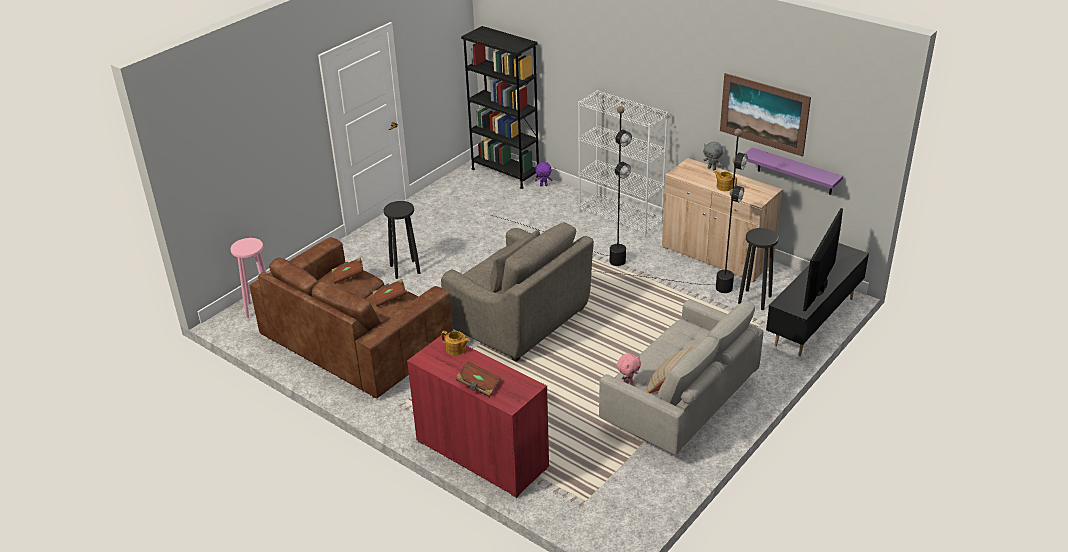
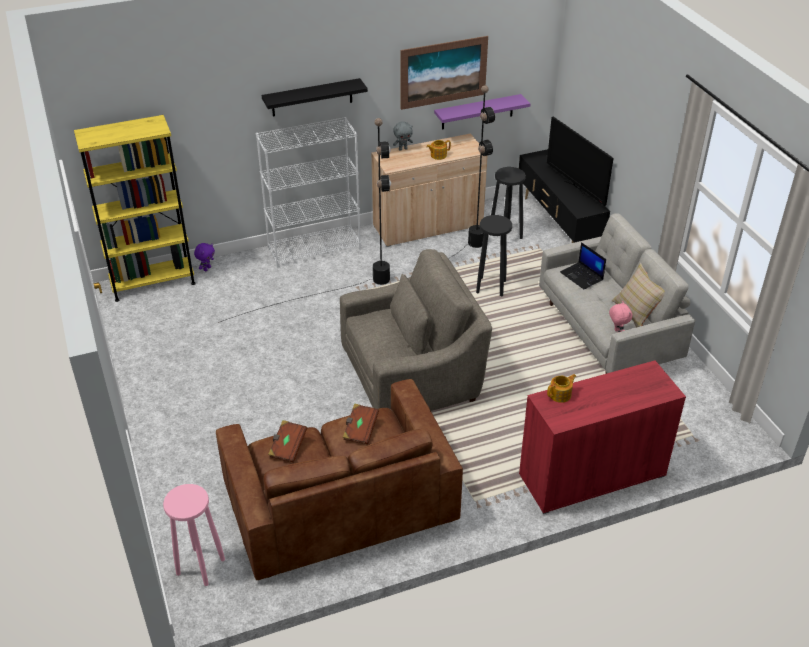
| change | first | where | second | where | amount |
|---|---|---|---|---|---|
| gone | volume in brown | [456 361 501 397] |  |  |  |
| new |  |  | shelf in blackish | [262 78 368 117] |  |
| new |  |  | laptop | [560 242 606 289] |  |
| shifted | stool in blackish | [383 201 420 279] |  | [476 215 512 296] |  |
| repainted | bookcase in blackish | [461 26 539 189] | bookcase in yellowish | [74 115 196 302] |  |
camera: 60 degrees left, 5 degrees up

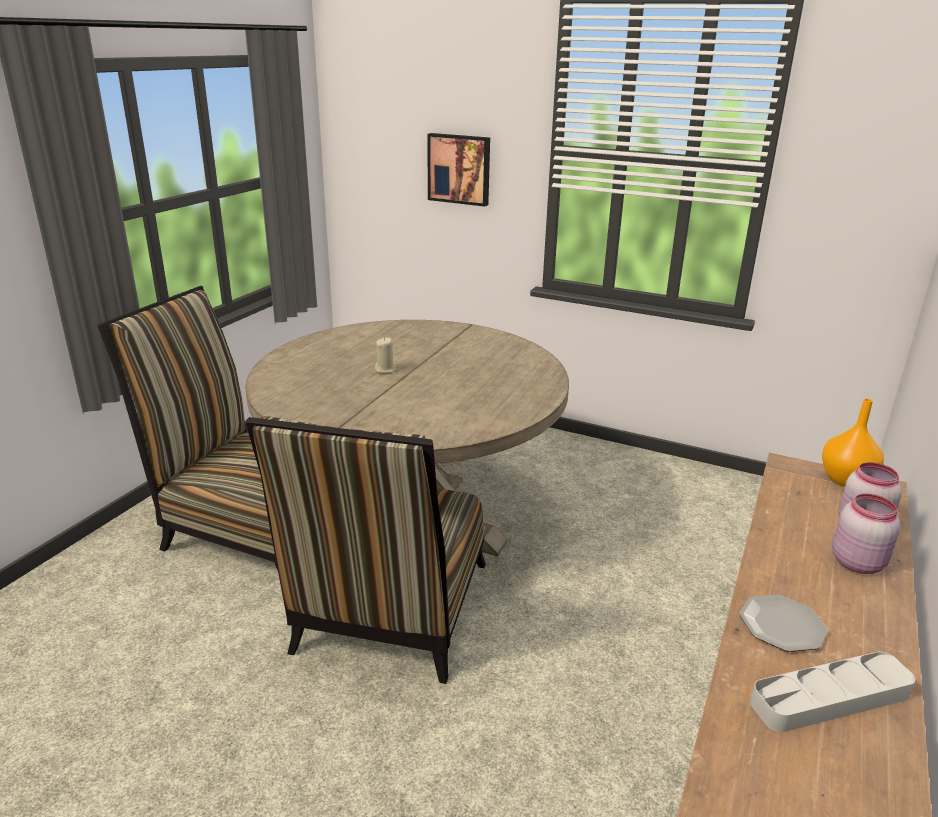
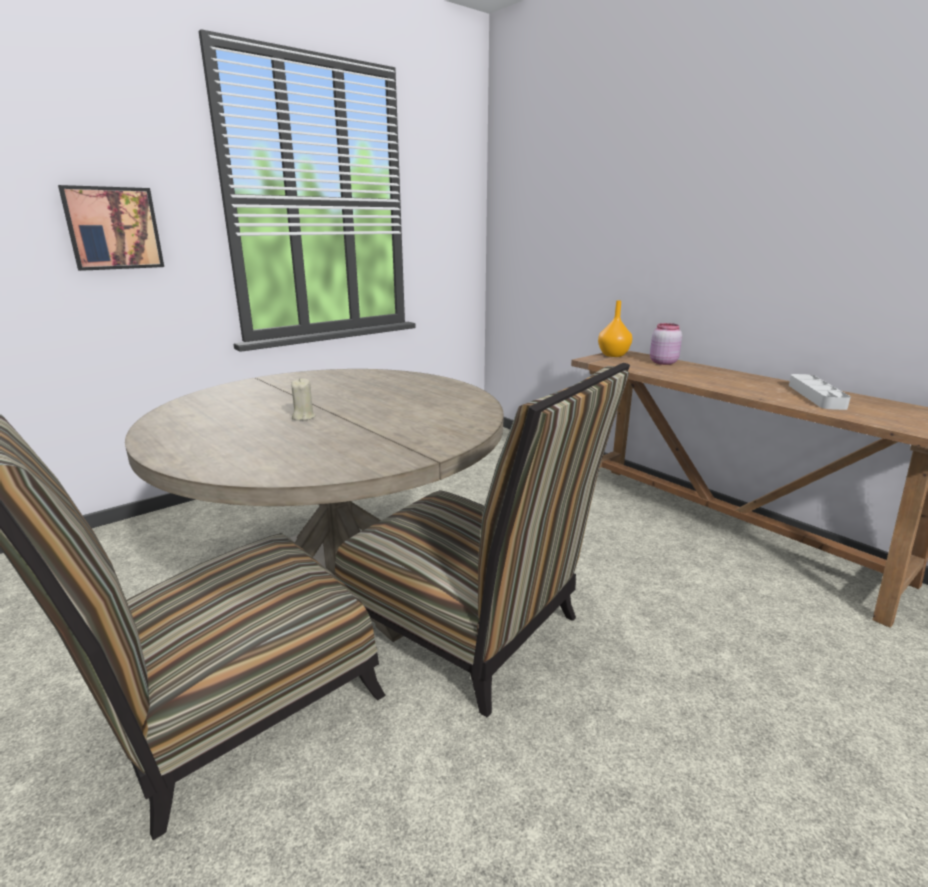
| change | first | where | second | where | amount |
|---|---|---|---|---|---|
| gone | dinner plate | [739 595 828 652] |  |  |  |
| gone | jar in pink-coloured | [832 494 901 574] |  |  |  |
camera: 65 degrees left, 5 degrees down

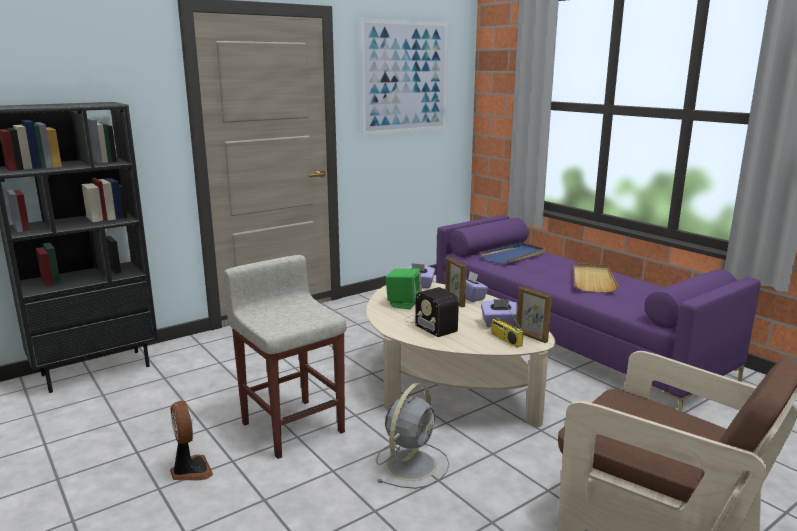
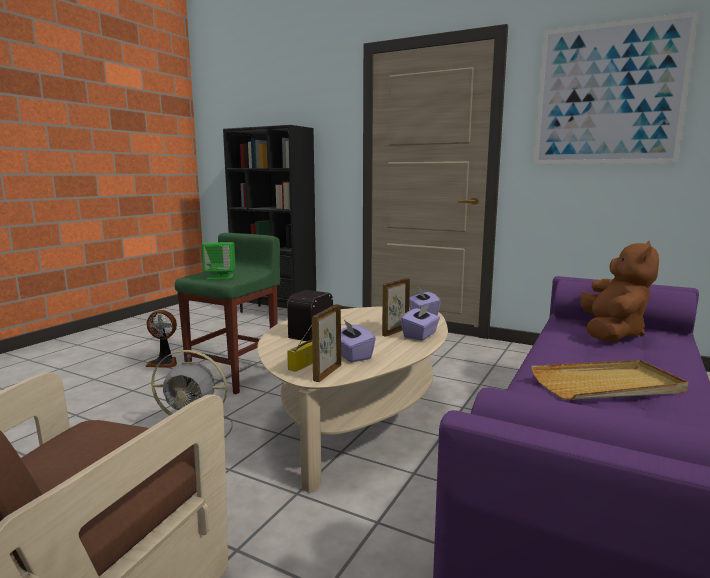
| change | first | where | second | where | amount |
|---|---|---|---|---|---|
| shifted | audio speaker in green-coloured | [386 268 422 309] |  | [202 242 235 280] |  |
| swapped | carrying tray in bluish | [479 242 545 264] | cuddly toy in brown | [580 241 659 342] |  |
| repainted | stool in beige | [223 255 347 459] | stool in green-coloured | [175 233 280 394] |  |
| rotated | cooling fan | [170 401 213 480] |  | [145 310 177 368] | 60 degrees clockwise |
camera: 65 degrees right, 5 degrees down

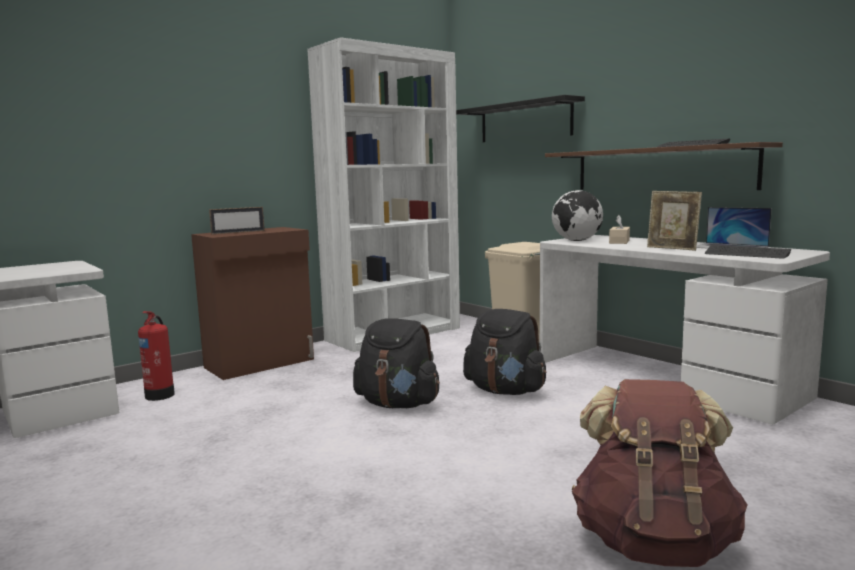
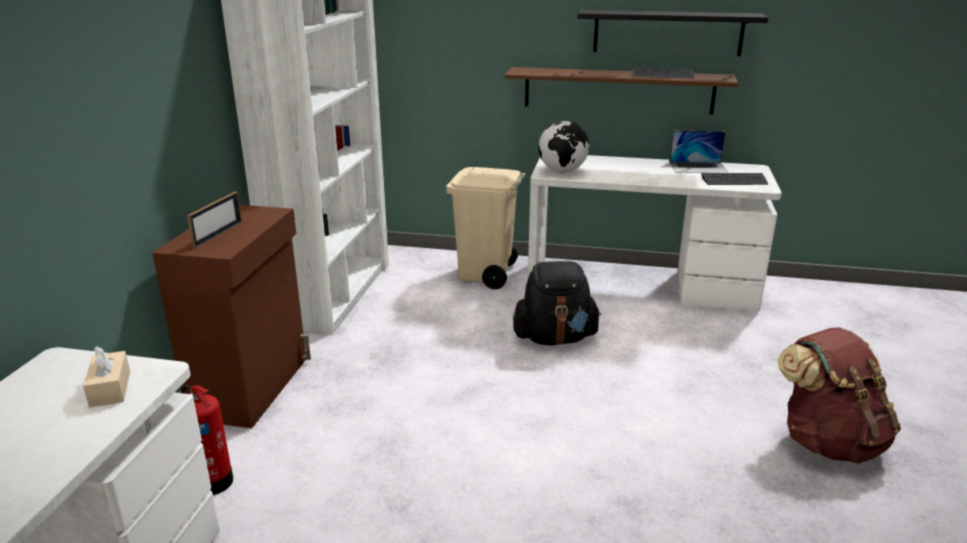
| change | first | where | second | where | amount |
|---|---|---|---|---|---|
| gone | knapsack in blackish | [353 318 440 408] |  |  |  |
| gone | picture frame | [647 191 702 251] |  |  |  |
| shifted | shelf in blackish | [456 95 585 142] |  | [578 10 768 56] |  |
| shifted | box of tissues in beige | [609 215 630 244] |  | [83 346 130 408] |  |
camera: 40 degrees left, 15 degrees up

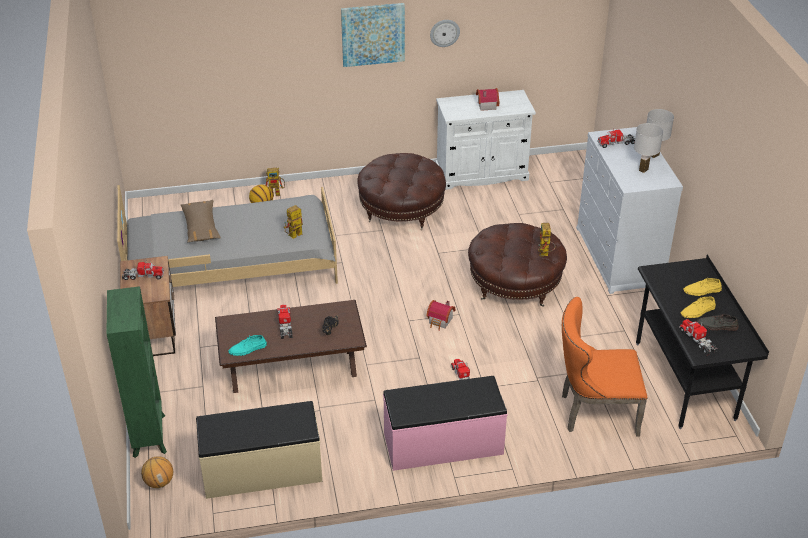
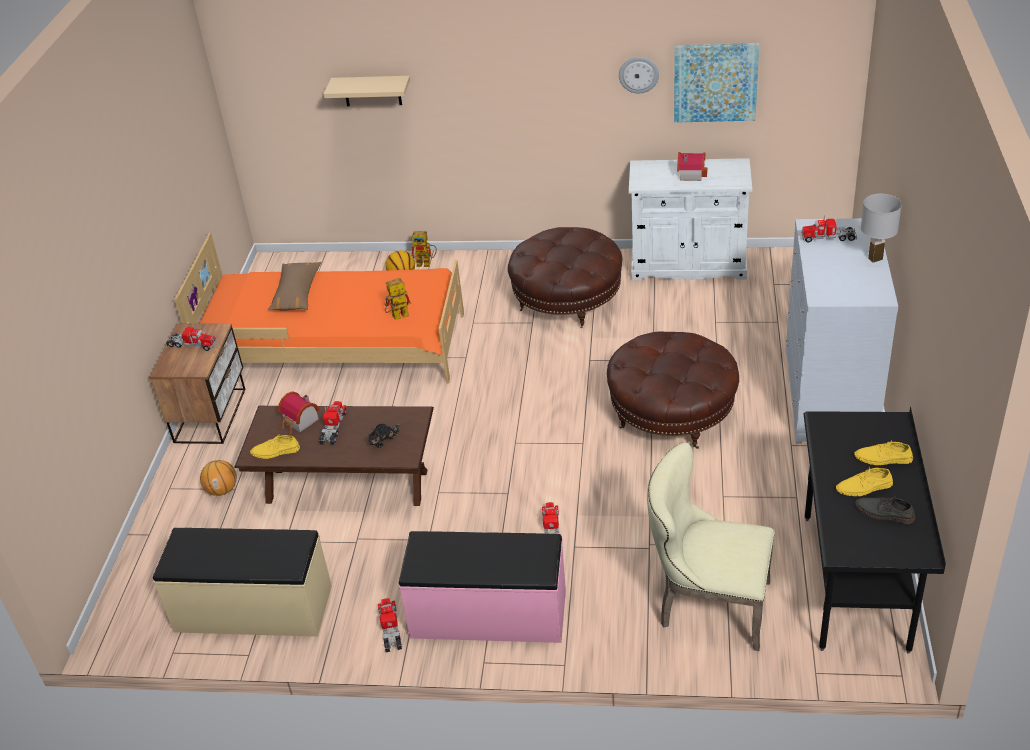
| change | first | where | second | where | amount |
|---|---|---|---|---|---|
| gone | bookcase in green-coloured | [106 286 167 458] |  |  |  |
| gone | robot figure | [538 223 555 256] |  |  |  |
| gone | lamp for a table in whitish | [634 123 663 173] |  |  |  |
| new |  |  | shelf in beige | [324 76 410 106] |  |
| shifted | basketball ball | [141 456 173 488] |  | [200 460 237 496] |  |
| shifted | picture | [341 3 405 67] |  | [674 43 759 123] |  |
| shifted | toy house | [426 300 456 331] |  | [278 391 320 434] |  |
| shifted | model truck | [679 319 717 355] |  | [378 598 402 652] |  |
| repainted | bed in greyish | [117 185 338 287] | bed in orangey | [174 233 464 384] |  |
| repainted | shoe in blue-green | [228 335 267 356] | shoe in yellowish | [250 435 300 459] |  |
| repainted | chair in orangey | [562 297 647 437] | chair in beige | [647 443 775 651] |  |
camera: 20 degrees right, 0 degrees up

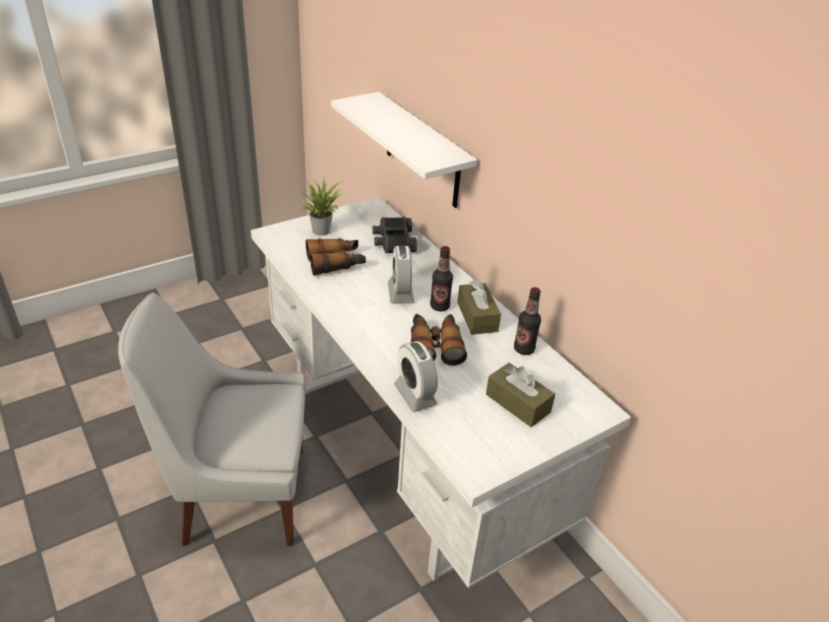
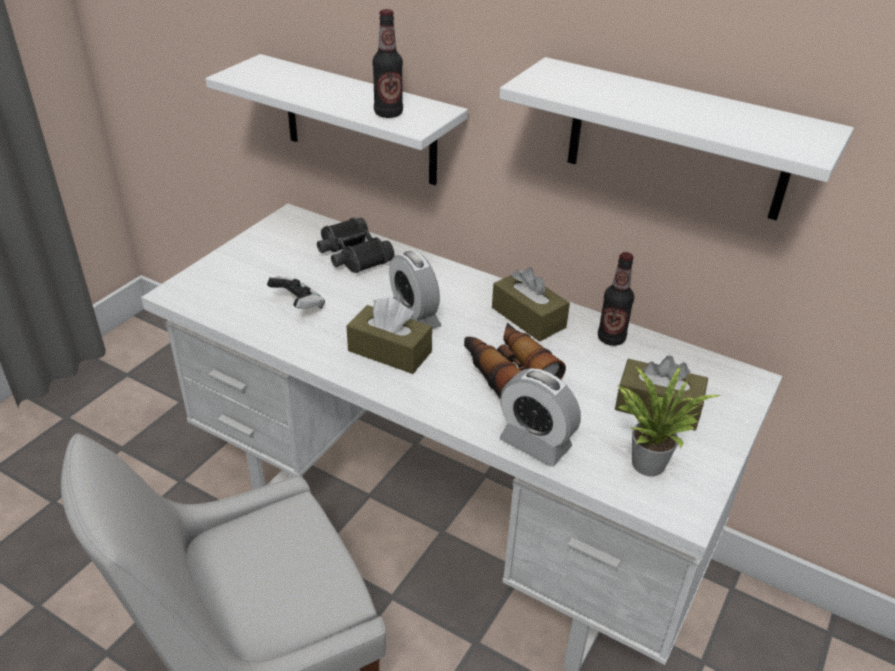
| change | first | where | second | where | amount |
|---|---|---|---|---|---|
| new |  |  | box of tissues in brown | [346 297 432 374] |  |
| new |  |  | shelf in whitish | [499 57 854 220] |  |
| shifted | potted plant | [297 177 344 235] |  | [618 365 721 477] |  |
| shifted | drink bottle | [430 246 453 311] |  | [372 9 403 118] |  |
| swapped | binoculars | [306 238 366 276] | joypad | [267 277 325 309] |  |
camera: 25 degrees left, 0 degrees up

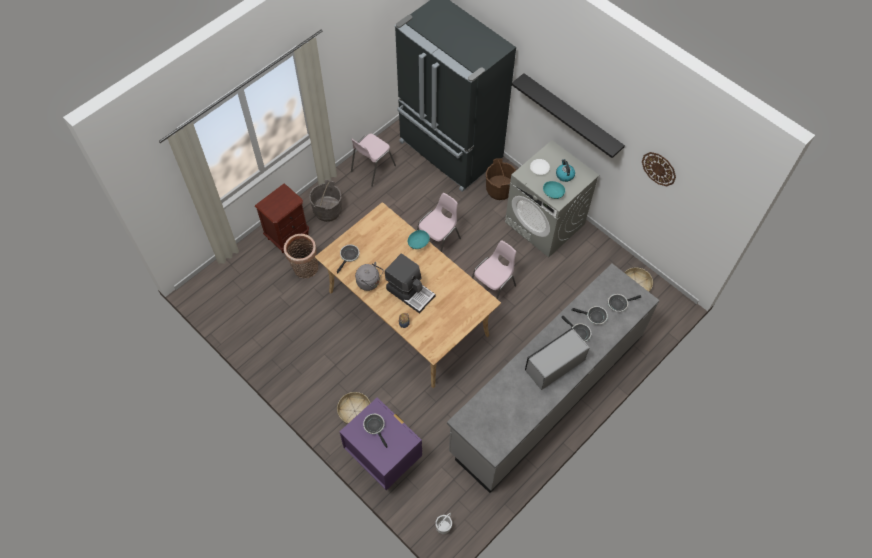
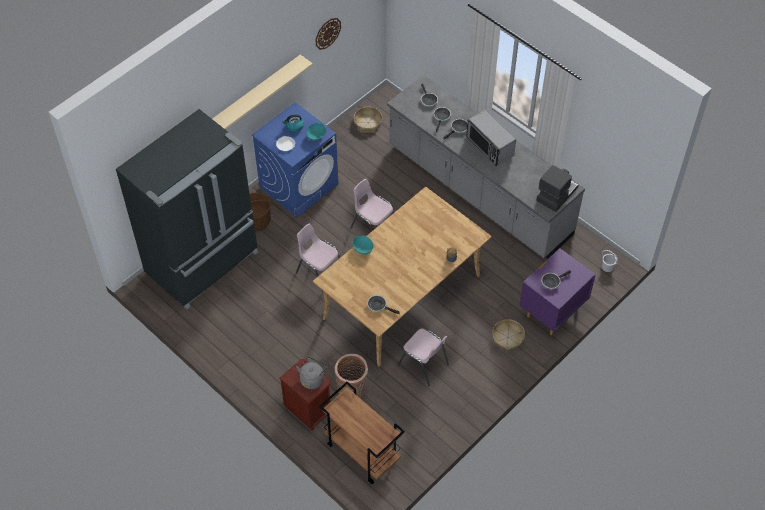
| change | first | where | second | where | amount |
|---|---|---|---|---|---|
| gone | bucket in greyish | [309 180 342 222] |  |  |  |
| new |  |  | wheeled cart in brown | [319 382 405 484] |  |
| shifted | chair in pink-coloured | [351 134 396 187] |  | [397 329 449 387] |  |
| shifted | tea kettle in greyish | [355 262 384 291] |  | [296 357 327 389] |  |
| shifted | coffee brewer | [385 253 435 314] |  | [537 165 579 212] |  |
| repainted | laundry appliance in greyish | [505 140 599 257] | laundry appliance in bluish | [252 102 338 217] |  |
| repainted | shelf in blackish | [511 73 625 158] | shelf in beige | [212 55 313 130] |  |
camera: 90 degrees left, 5 degrees down

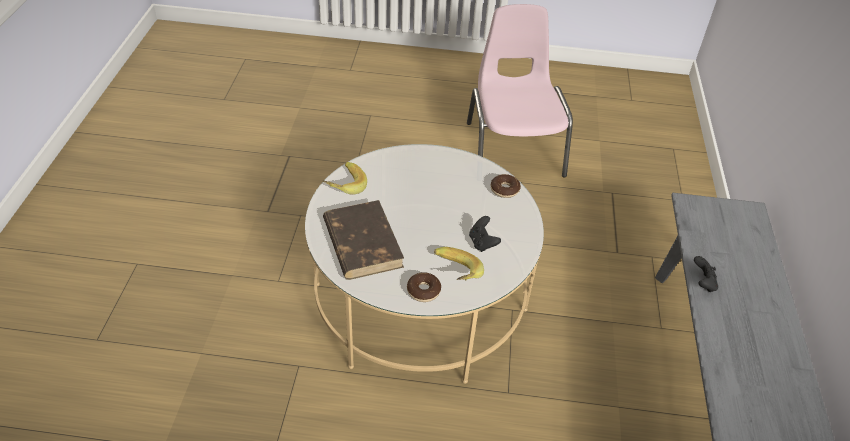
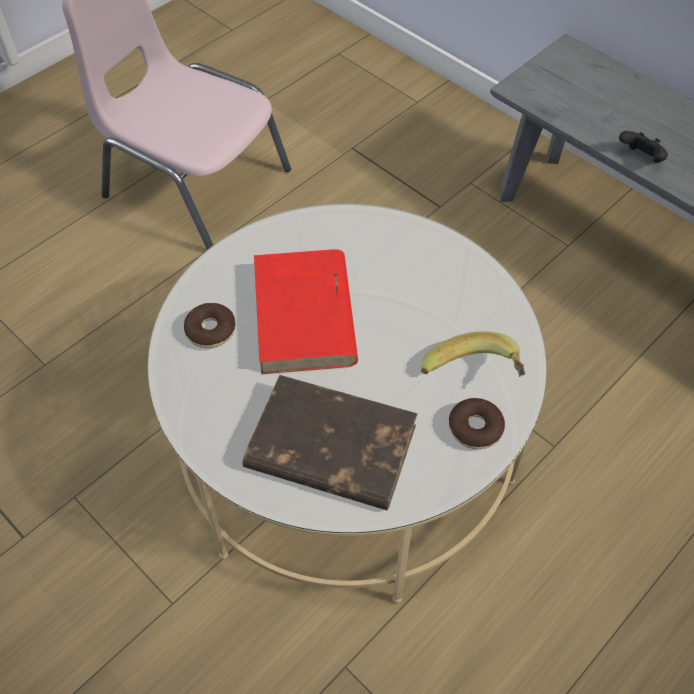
| change | first | where | second | where | amount |
|---|---|---|---|---|---|
| gone | banana | [322 162 367 195] |  |  |  |
| gone | joypad in blackish | [469 216 501 252] |  |  |  |
| new |  |  | volume in red-coloured | [254 249 358 374] |  |
| shifted | ring doughnut | [491 174 521 198] |  | [184 303 235 348] |  |
camera: 50 degrees left, 10 degrees up

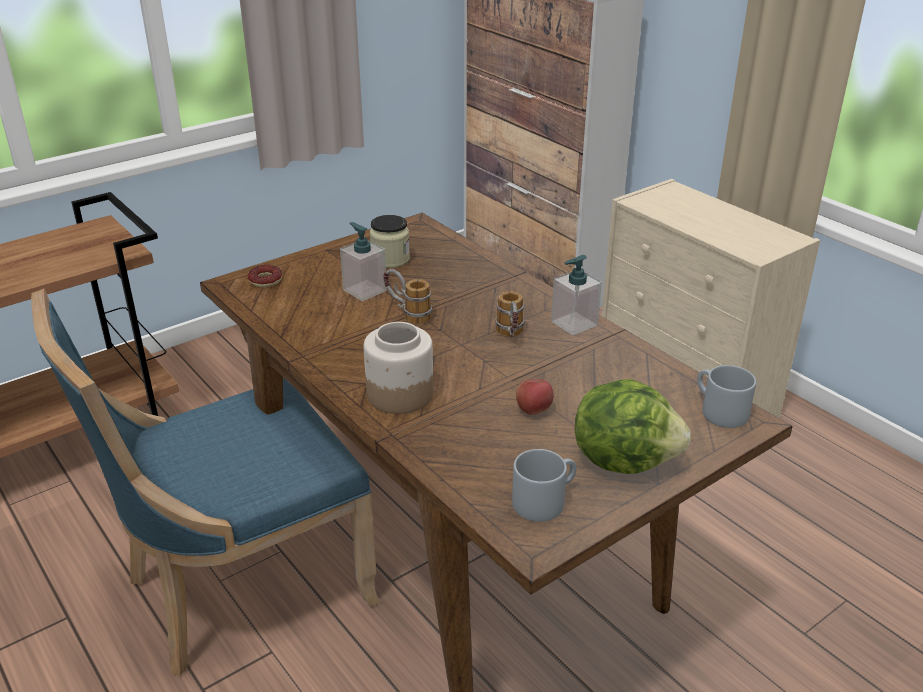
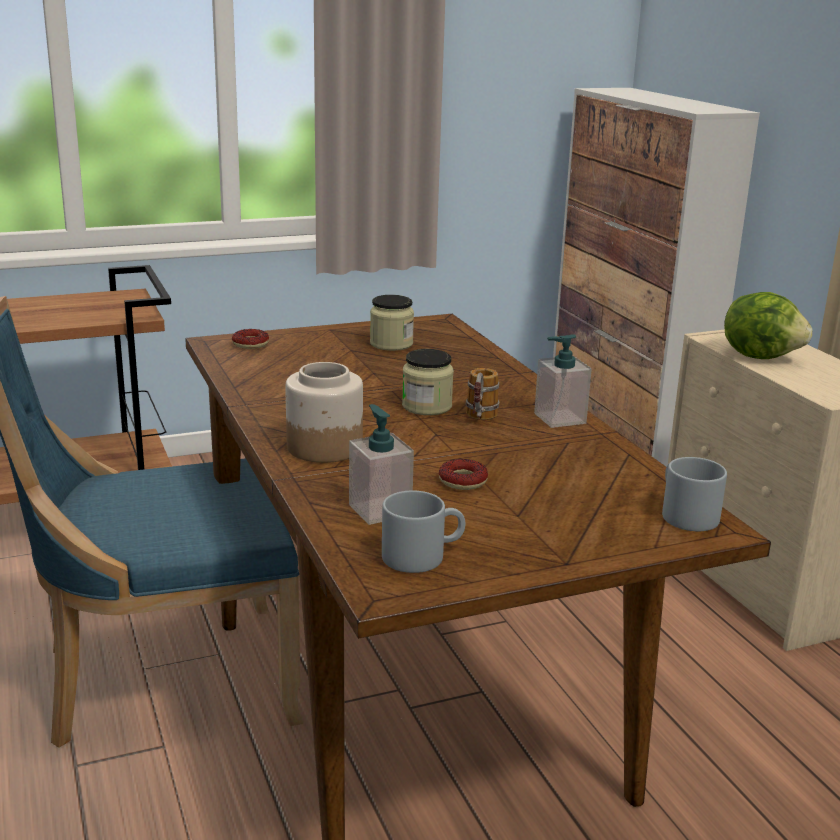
| change | first | where | second | where | amount |
|---|---|---|---|---|---|
| gone | tea mug | [383 269 432 324] |  |  |  |
| new |  |  | jar | [402 349 454 415] |  |
| shifted | liquid soap bottle | [340 222 387 301] |  | [349 404 414 525] |  |
| shifted | lettuce head | [575 379 691 474] |  | [724 292 812 359] |  |
| swapped | apple | [516 379 554 415] | ring doughnut | [439 459 488 490] |  |
camera: 15 degrees right, 10 degrees down

